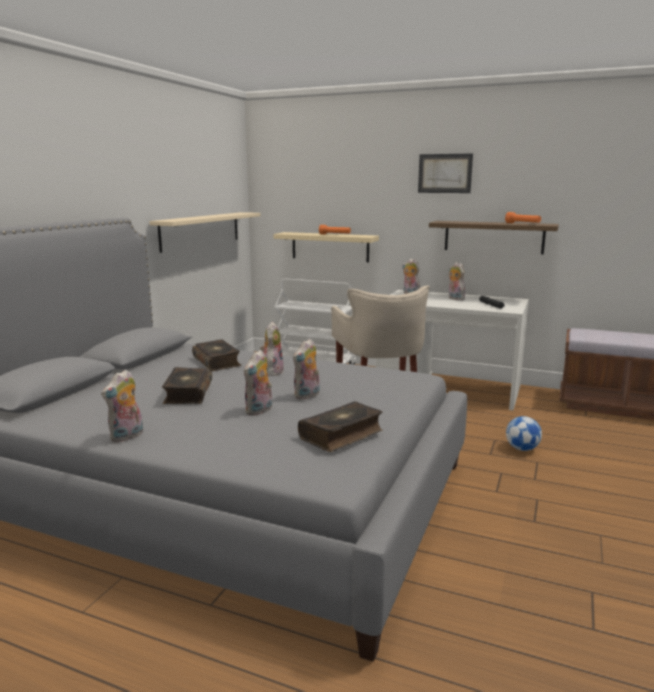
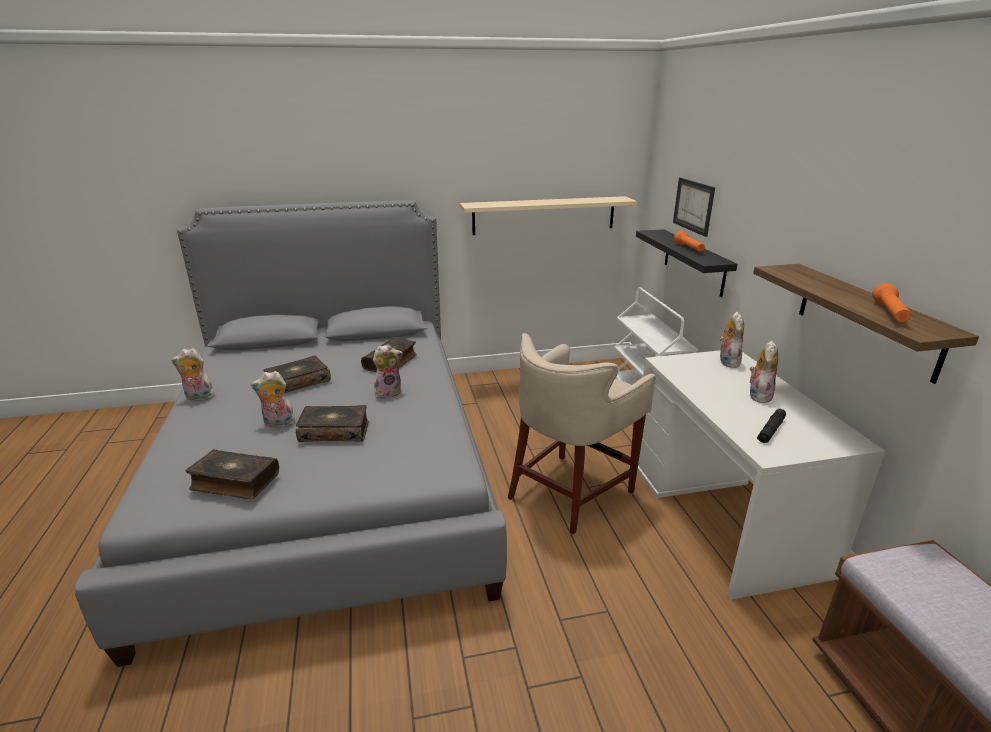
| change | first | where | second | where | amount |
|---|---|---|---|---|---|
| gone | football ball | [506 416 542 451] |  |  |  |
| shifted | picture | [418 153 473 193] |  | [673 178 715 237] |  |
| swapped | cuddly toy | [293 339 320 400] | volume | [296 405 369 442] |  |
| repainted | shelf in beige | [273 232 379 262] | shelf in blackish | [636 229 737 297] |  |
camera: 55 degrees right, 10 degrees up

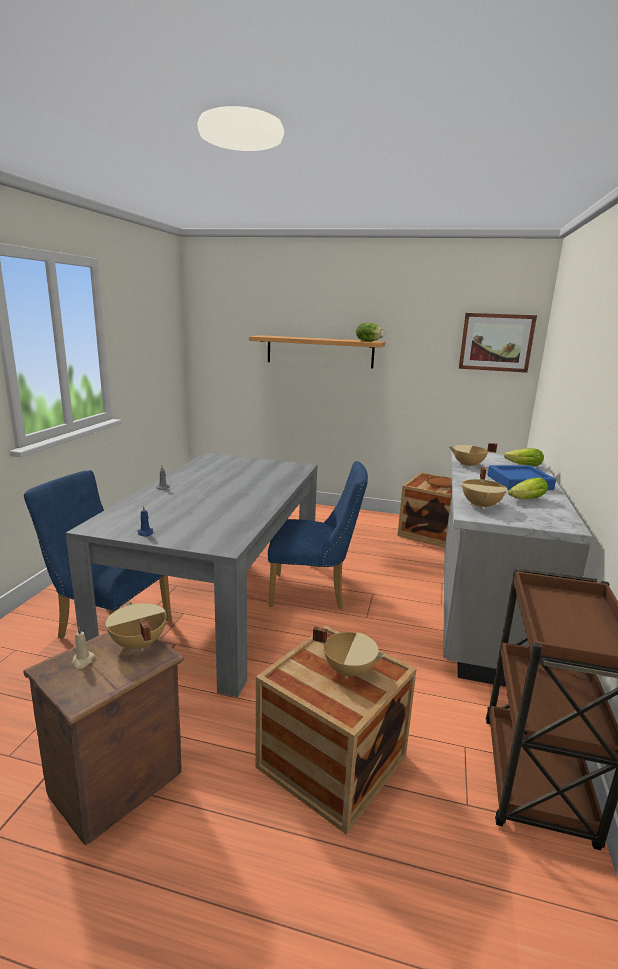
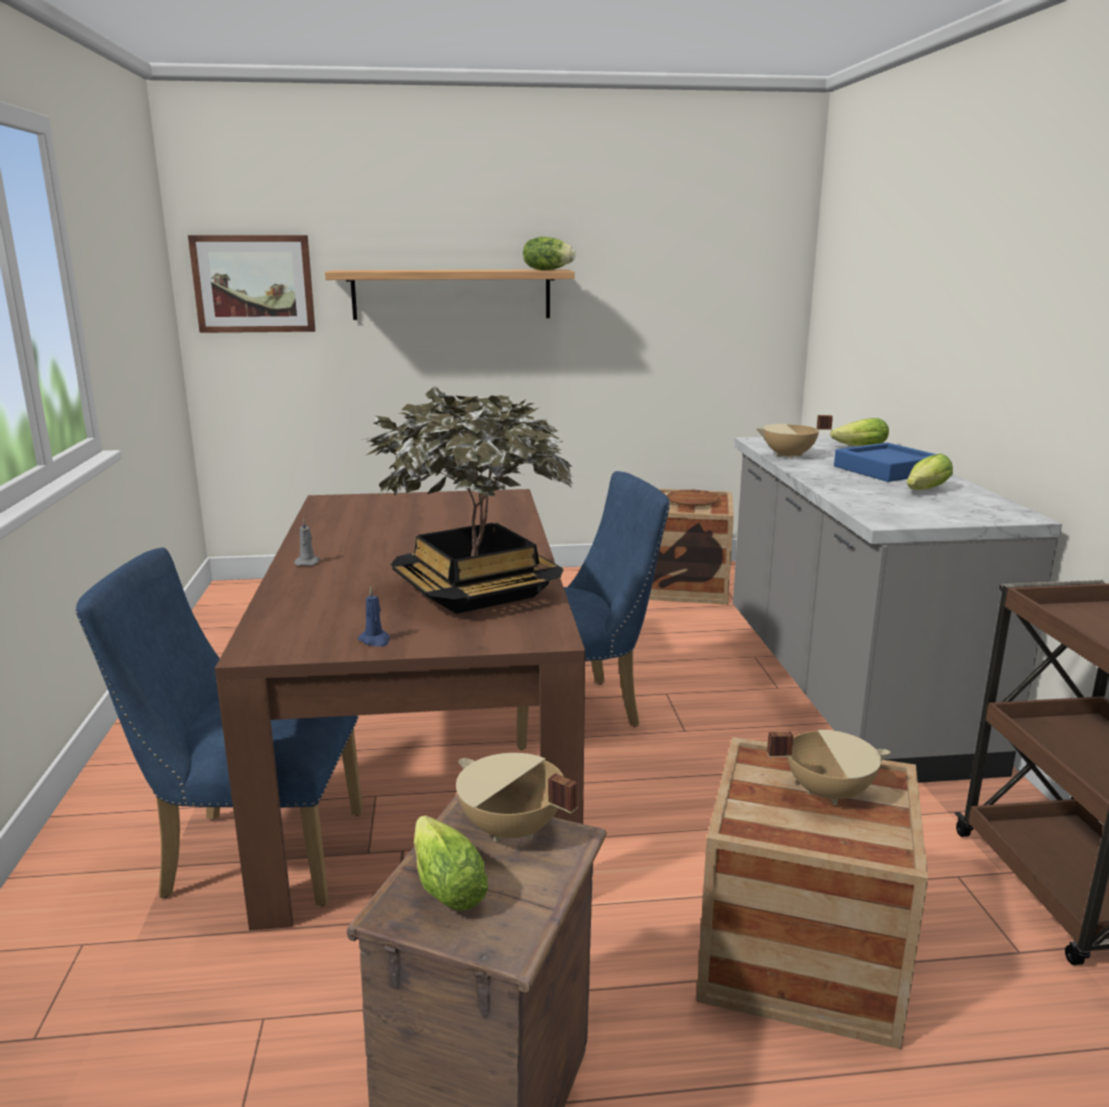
| change | first | where | second | where | amount |
|---|---|---|---|---|---|
| gone | stockpot in beige | [462 467 507 509] |  |  |  |
| new |  |  | potted plant | [361 386 573 614] |  |
| shifted | picture | [459 313 537 373] |  | [188 235 315 333] |  |
| swapped | wax candle in beige | [72 627 95 669] | lettuce head | [414 815 488 911] |  |
| repainted | dining table in greyish | [66 453 317 697] | dining table in brown | [215 489 585 931] |  |
camera: 20 degrees left, 0 degrees up

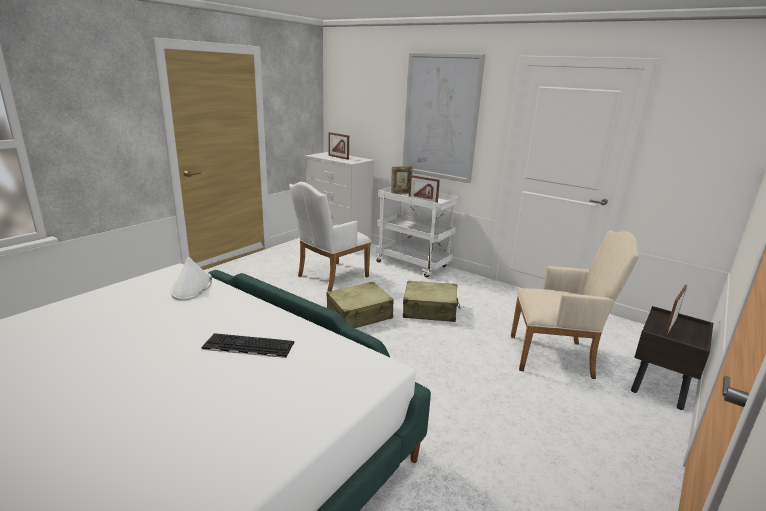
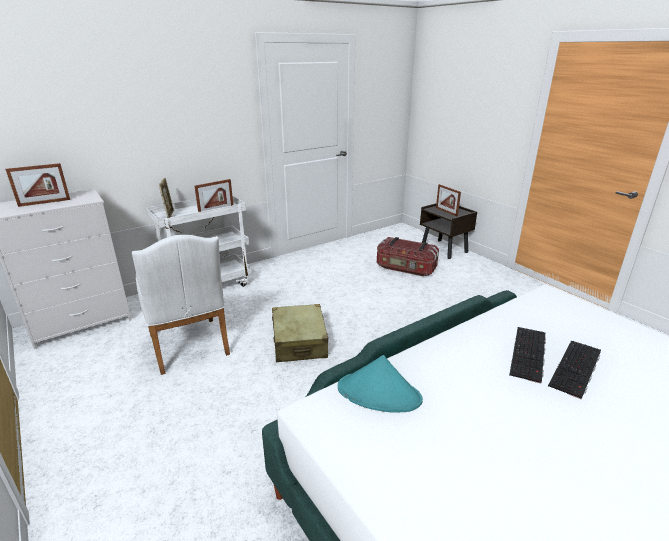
| change | first | where | second | where | amount |
|---|---|---|---|---|---|
| gone | picture | [402 53 485 183] |  |  |  |
| gone | travel case in beige | [403 281 461 322] |  |  |  |
| new |  |  | PC keyboard | [548 341 601 399] |  |
| swapped | armchair in beige | [511 230 639 379] | storage container | [377 237 439 277] |  |
| repainted | wearable hat in whitish | [171 257 212 301] | wearable hat in blue-green | [338 355 423 413] |  |
camera: 70 degrees left, 5 degrees up

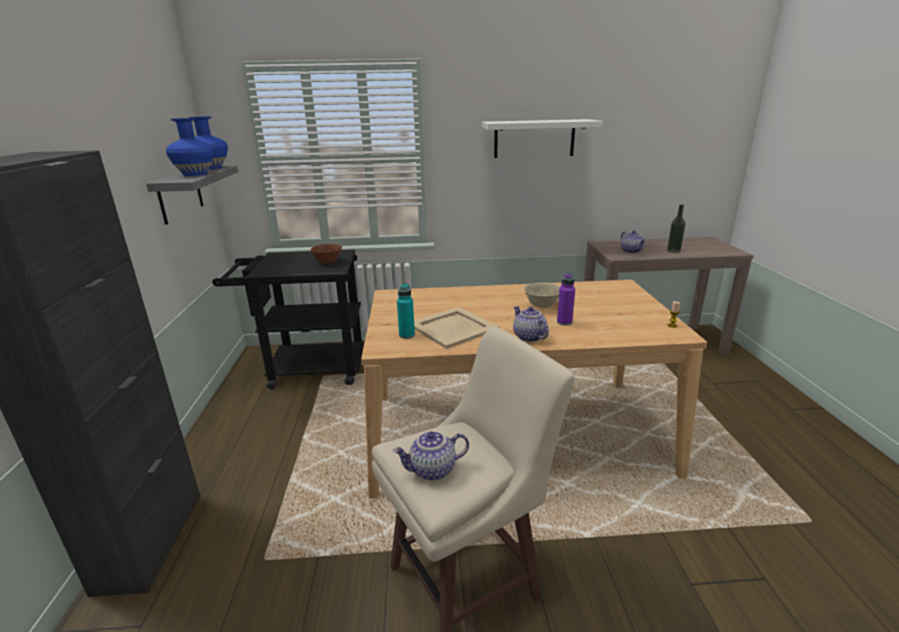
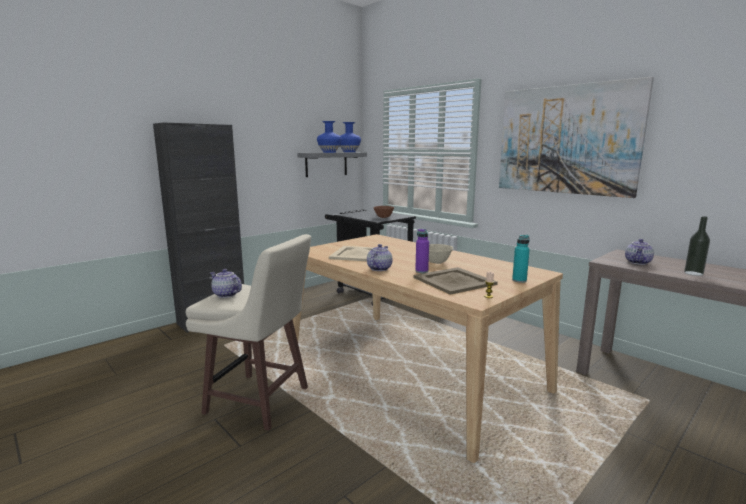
| change | first | where | second | where | amount |
|---|---|---|---|---|---|
| new |  |  | carrying tray in beige | [414 267 498 295] |  |
| shifted | drink bottle in blue-green | [397 283 415 339] |  | [512 235 530 283] |  |
| swapped | shelf in whitish | [482 119 603 158] | picture | [499 77 654 198] |  |
camera: 50 degrees right, 10 degrees down

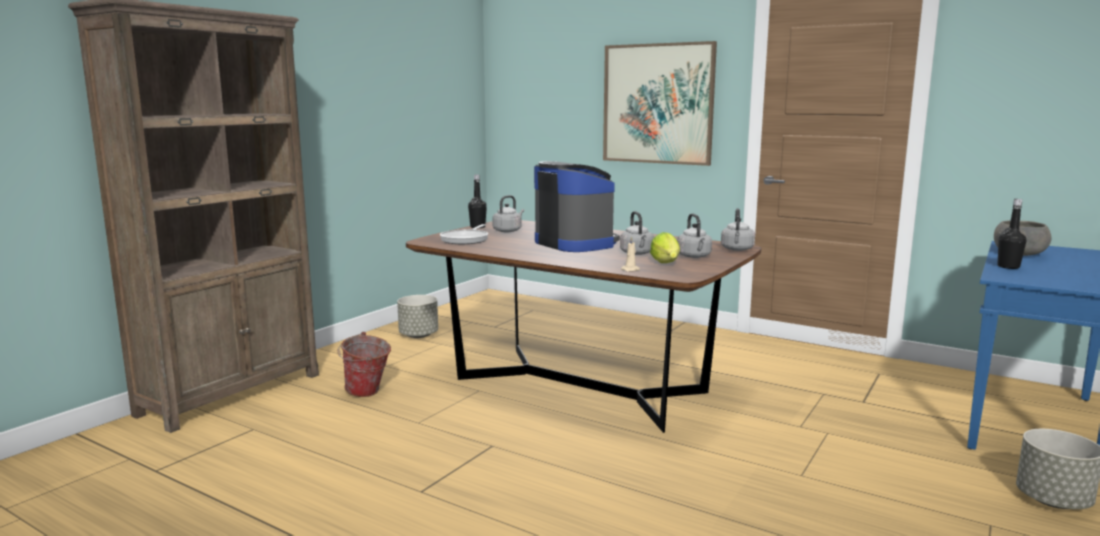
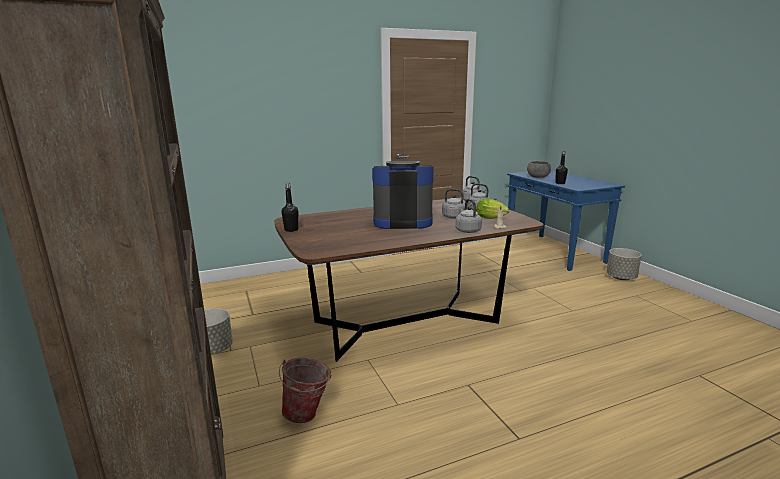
| change | first | where | second | where | amount |
|---|---|---|---|---|---|
| gone | skillet | [440 224 488 244] |  |  |  |
| gone | picture | [603 41 717 166] |  |  |  |
| shifted | tea kettle in greyish | [492 195 524 232] |  | [455 199 482 233] |  |
camera: 55 degrees left, 5 degrees up

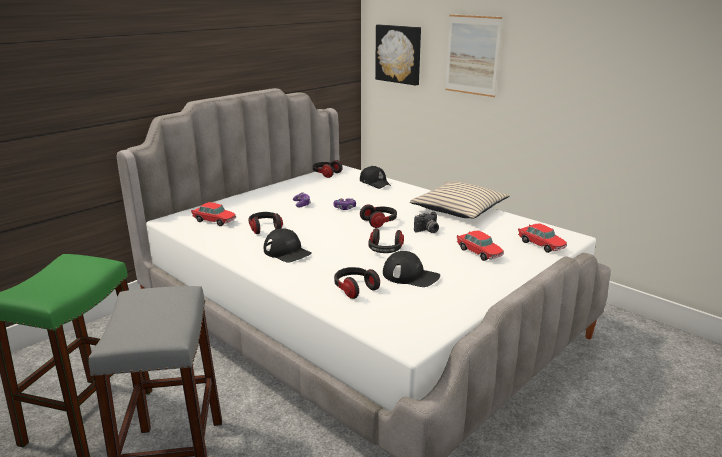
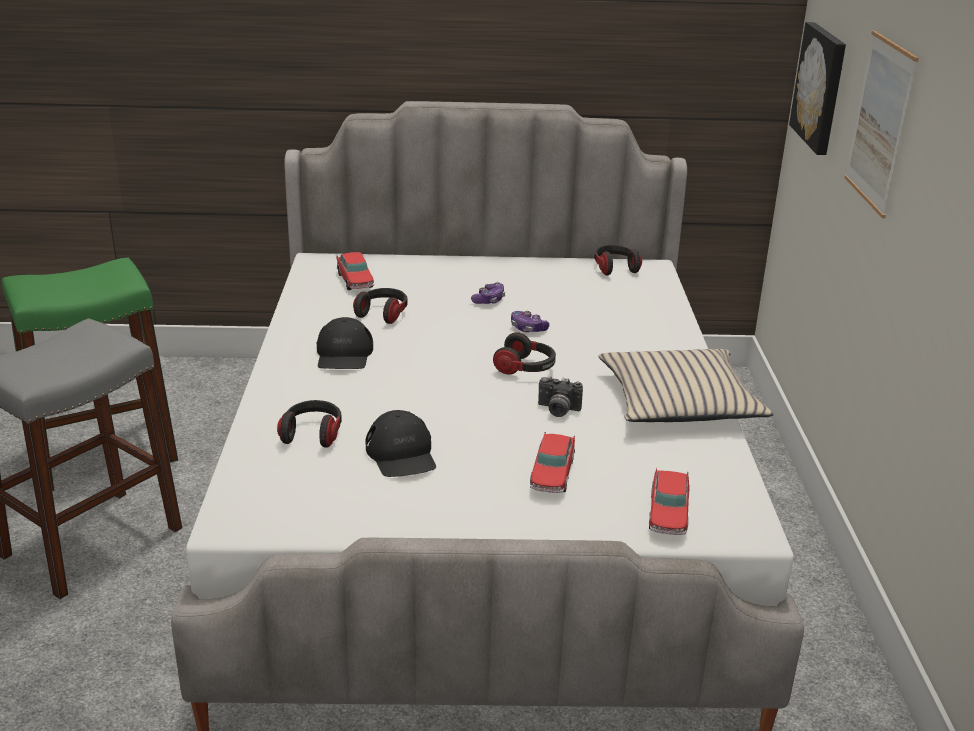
| change | first | where | second | where | amount |
|---|---|---|---|---|---|
| gone | cap in blackish | [360 166 391 189] |  |  |  |
| gone | pair of headphones | [369 228 404 253] |  |  |  |
camera: 45 degrees right, 5 degrees up

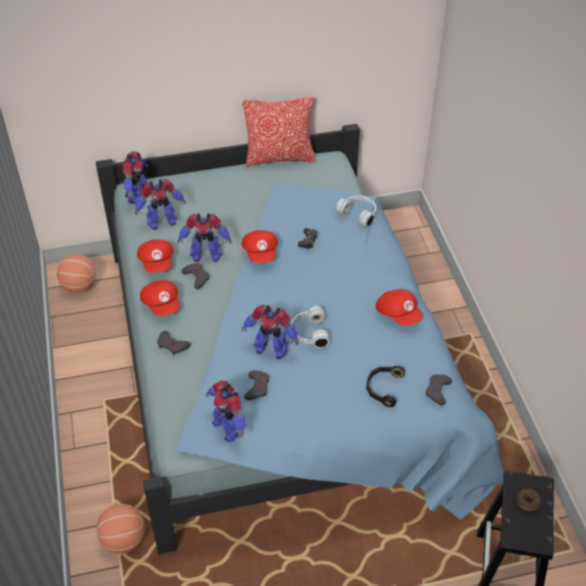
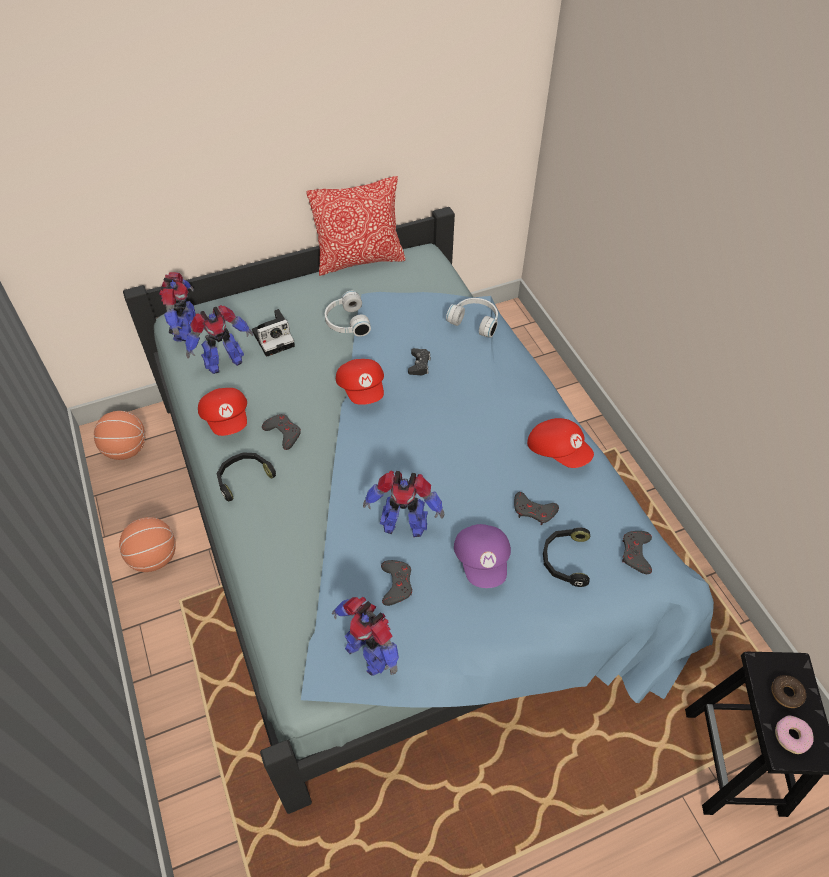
| change | first | where | second | where | amount |
|---|---|---|---|---|---|
| gone | robot figure | [178 213 232 262] |  |  |  |
| new |  |  | photo camera | [252 309 295 357] |  |
| new |  |  | cap in purple | [454 524 511 588] |  |
| new |  |  | ring doughnut | [775 716 814 754] |  |
| shifted | basketball ball | [96 504 145 554] |  | [119 517 176 572] |  |
| shifted | joypad in greyish | [157 331 191 355] |  | [514 492 559 525] |  |
| shifted | pair of headphones in whitish | [291 306 329 348] |  | [325 291 371 337] |  |
| swapped | cap in red-coloured | [140 280 180 316] | pair of headphones in blackish | [217 452 276 502] |  |
camera: 10 degrees left, 5 degrees up

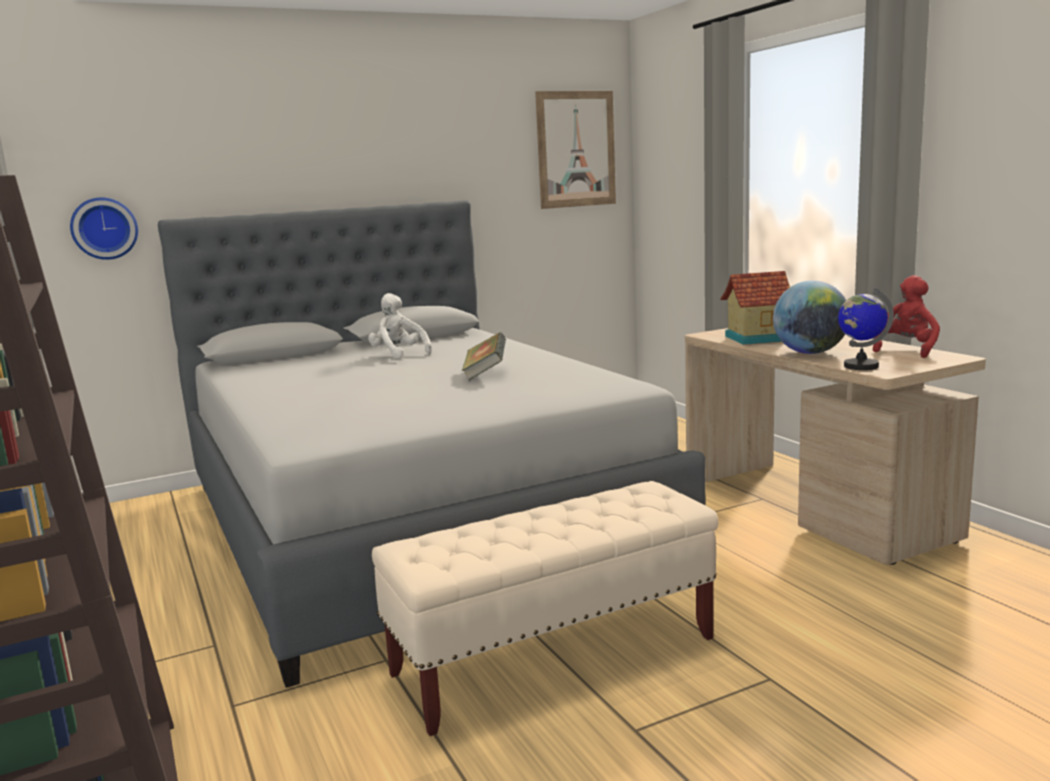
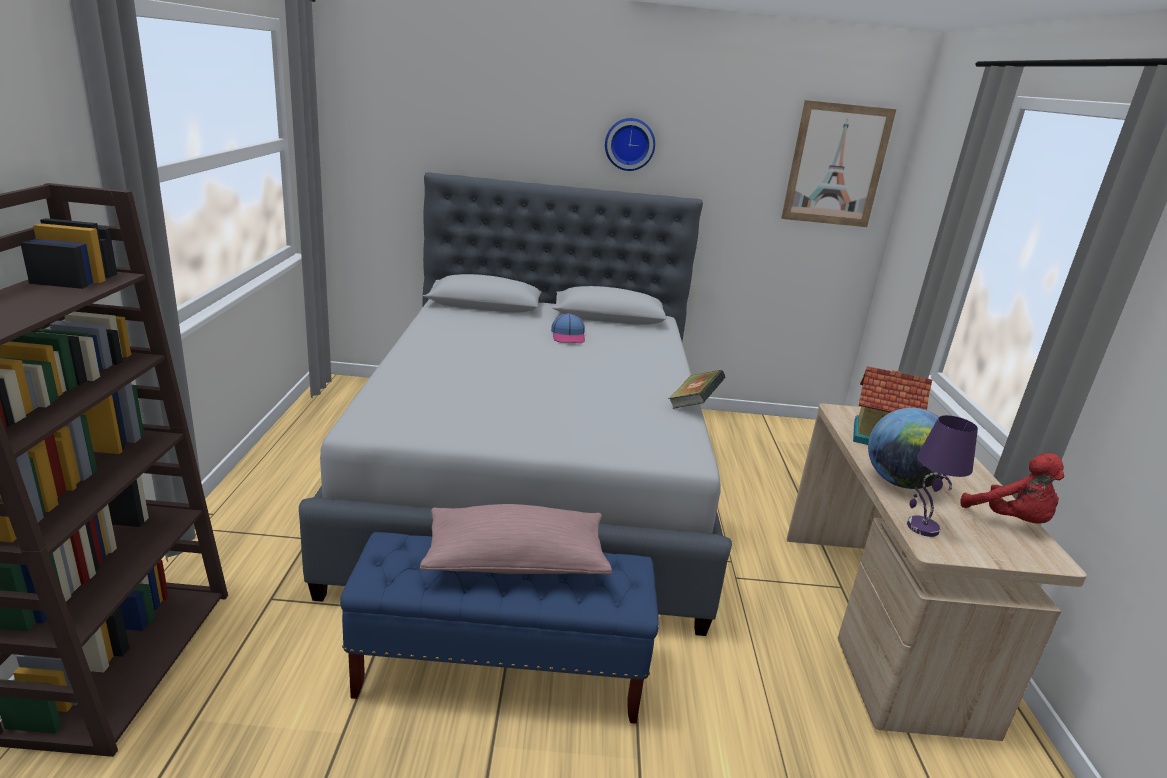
| change | first | where | second | where | amount |
|---|---|---|---|---|---|
| new |  |  | throw pillow in pink-coloured | [420 504 612 575] |  |
| shifted | clock on the wall | [70 197 138 260] |  | [605 118 655 171] |  |
| shifted | volume | [462 332 506 380] |  | [668 370 725 409] |  |
| swapped | cuddly toy in whitish | [368 293 432 359] | cap | [551 313 585 343] |  |
| swapped | globe | [838 288 894 370] | lamp for a table in purple | [907 415 978 537] |  |
| repainted | long seat in beige | [372 481 718 736] | long seat in bluish | [340 532 659 724] |  |
| rotated | cuddly toy in red-coloured | [873 275 940 358] |  | [960 453 1064 524] | 90 degrees clockwise |
camera: 25 degrees right, 10 degrees up

